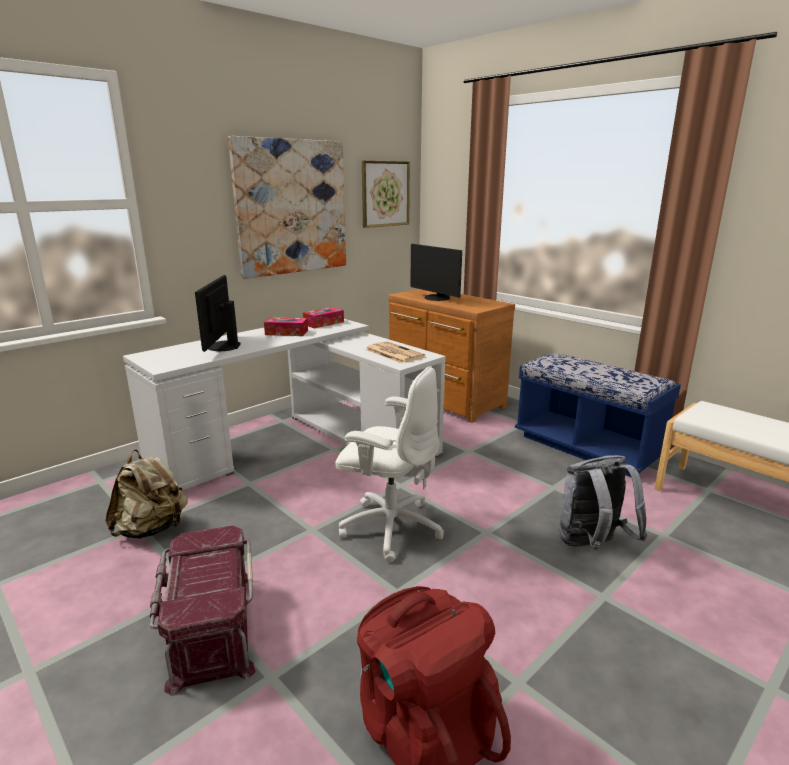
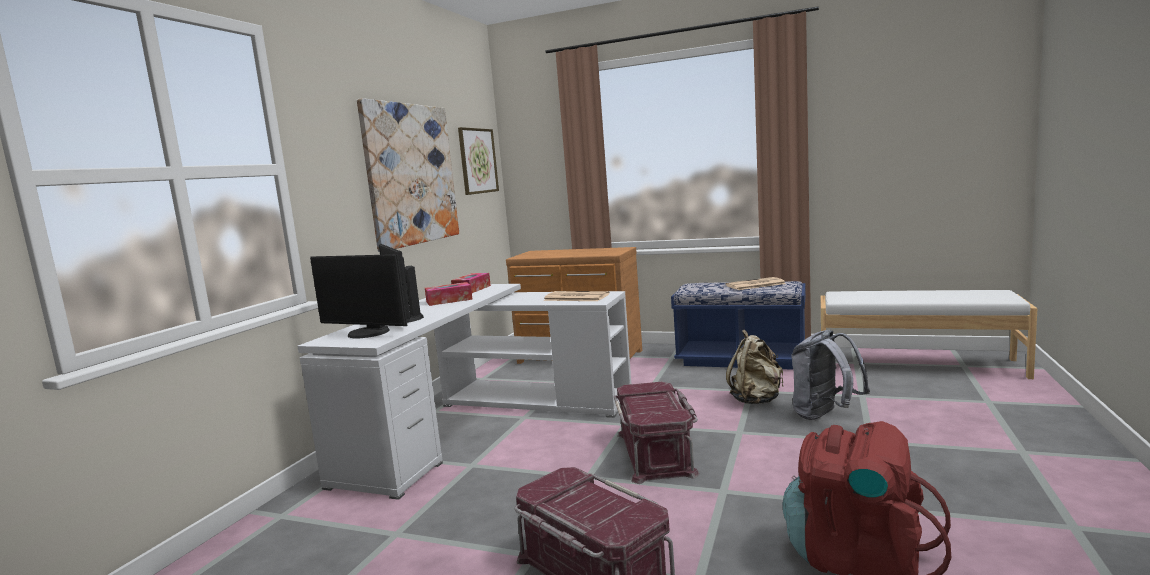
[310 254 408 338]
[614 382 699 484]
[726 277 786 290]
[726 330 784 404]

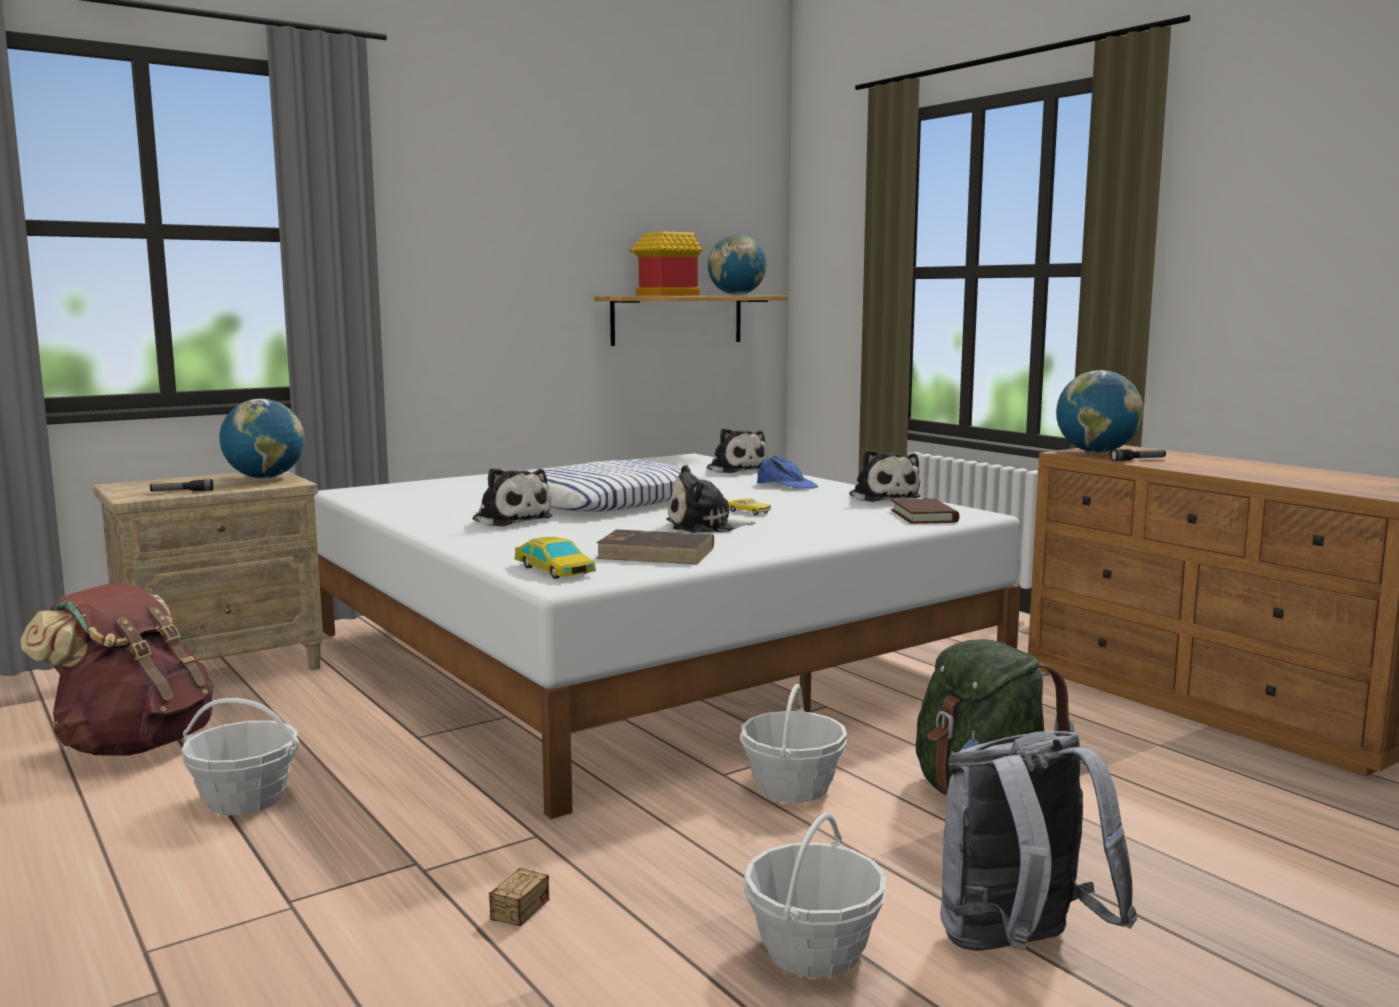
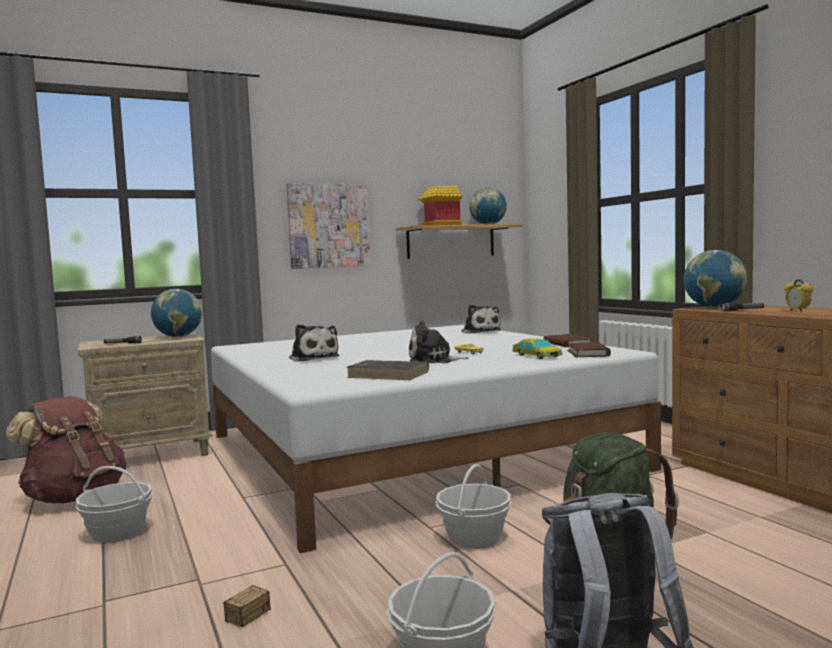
[287 183 371 269]
[512 338 563 359]
[544 334 592 347]
[784 279 813 312]
[544 460 700 512] (first image)
[757 456 819 488] (first image)

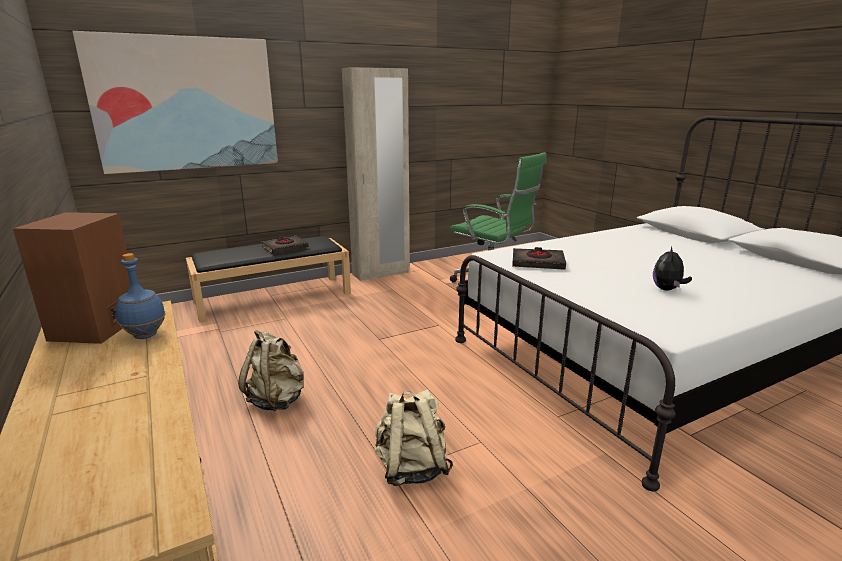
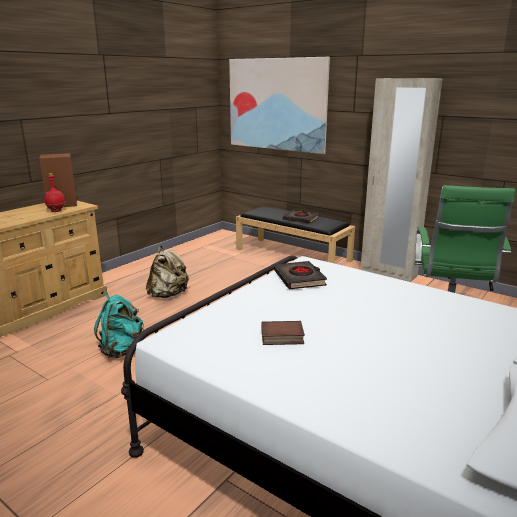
[44 173 65 212]
[94 293 144 358]
[261 321 305 345]

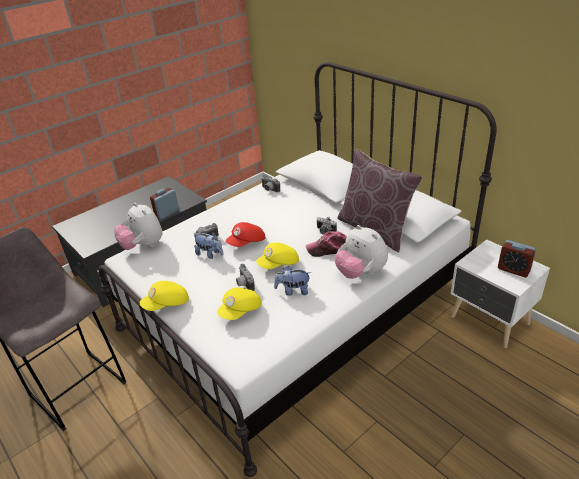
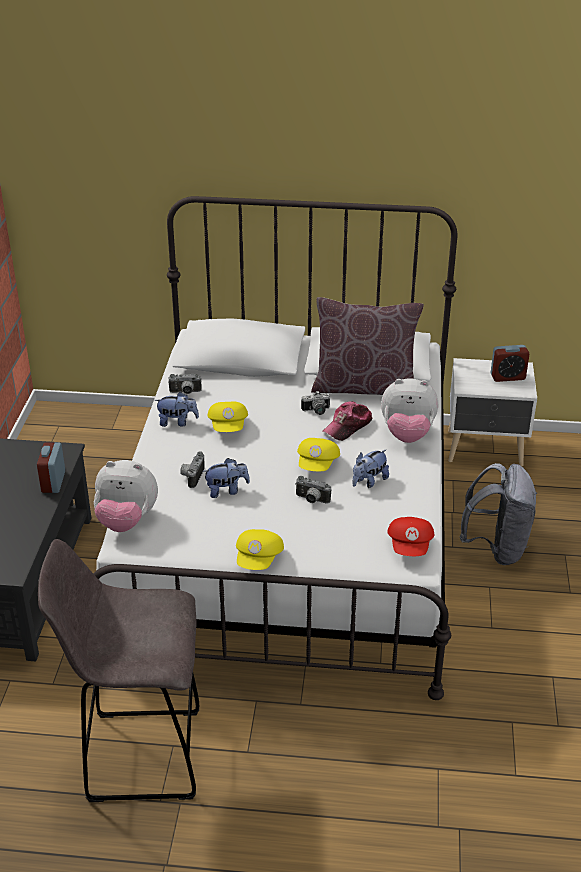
[154 392 199 427]
[207 402 248 432]
[387 517 434 556]
[460 463 538 565]

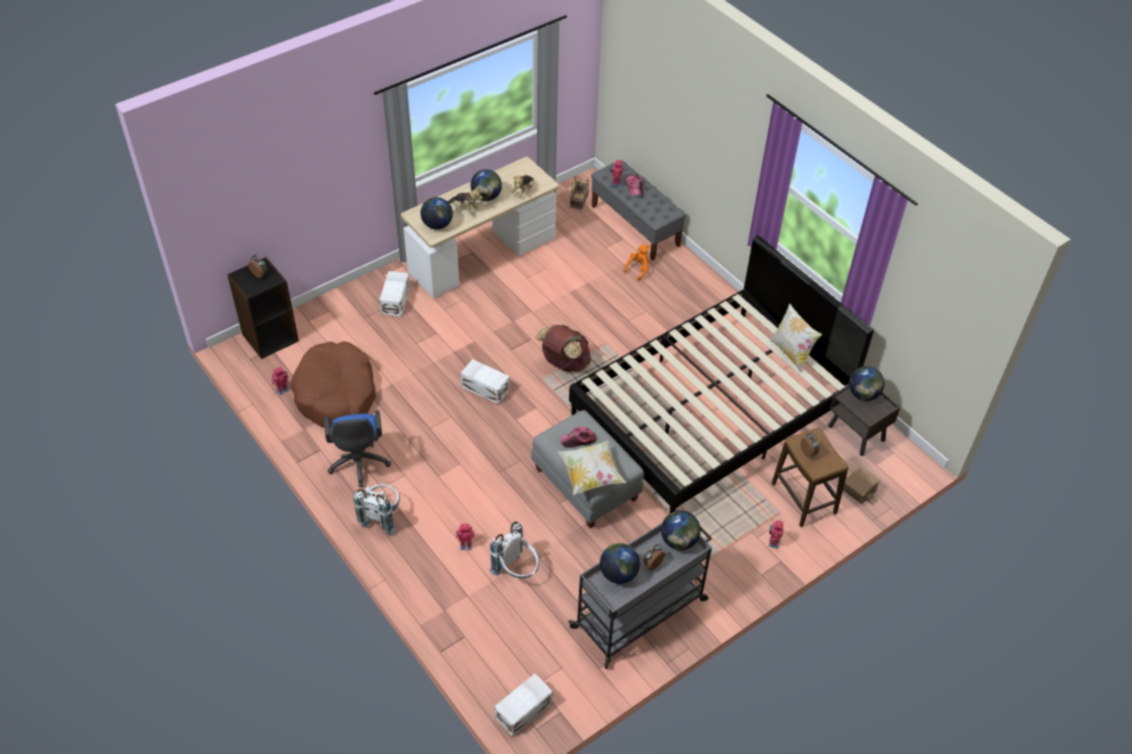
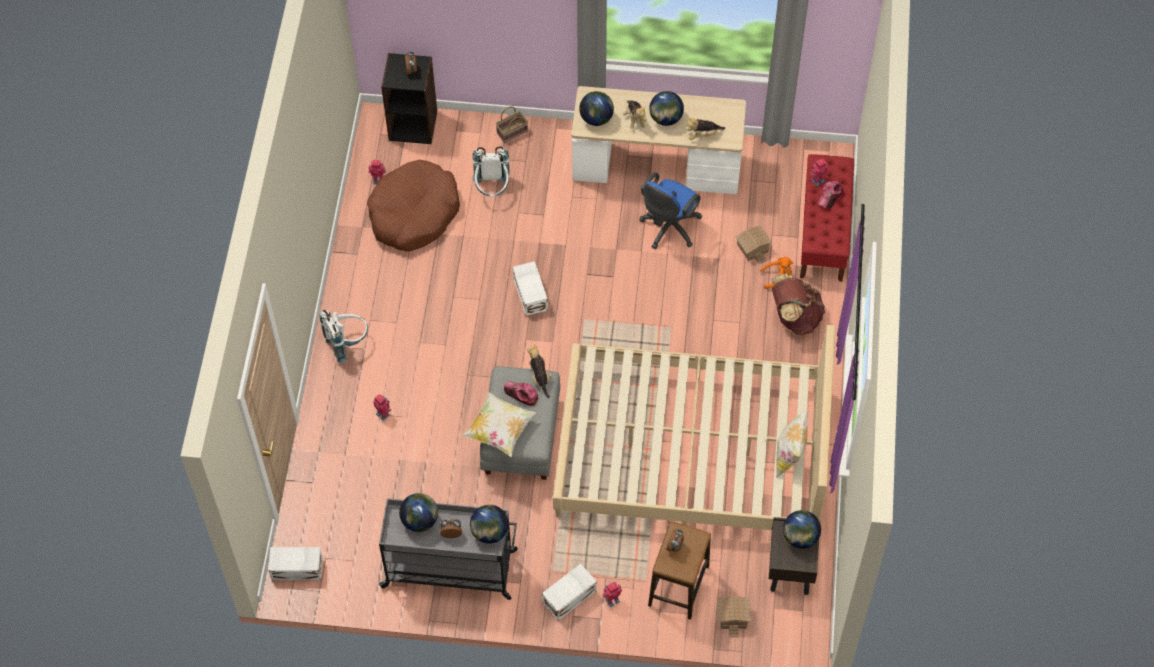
[472 146 510 196]
[496 106 528 143]
[527 344 552 398]
[542 564 597 621]
[553 325 835 530]
[639 172 702 249]
[735 225 772 264]
[771 274 825 335]
[800 154 854 282]

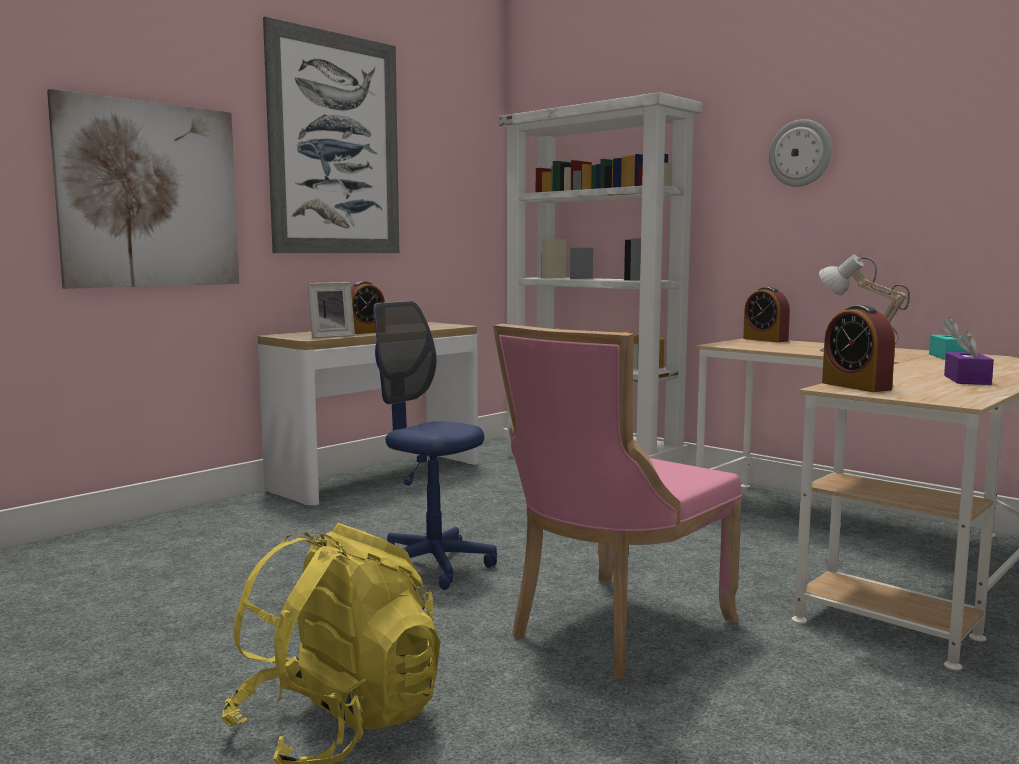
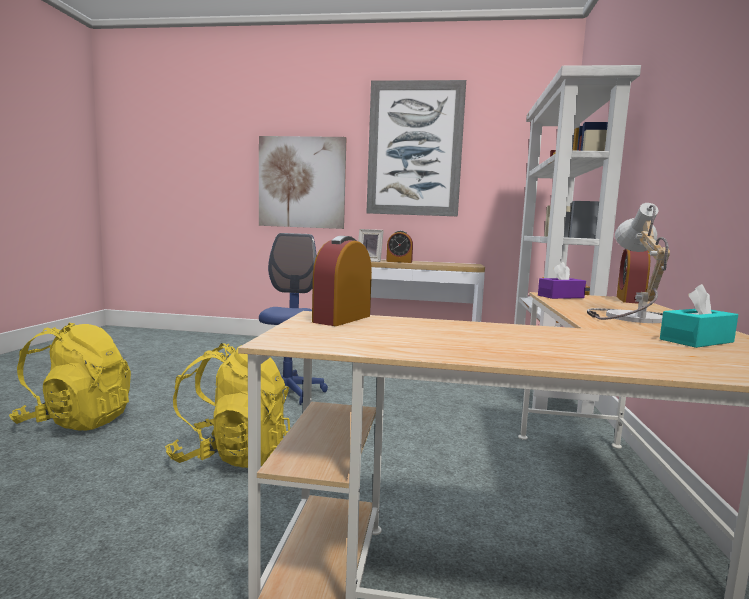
[165 343 290 468]
[538 262 586 299]
[769 119 832 187] (first image)

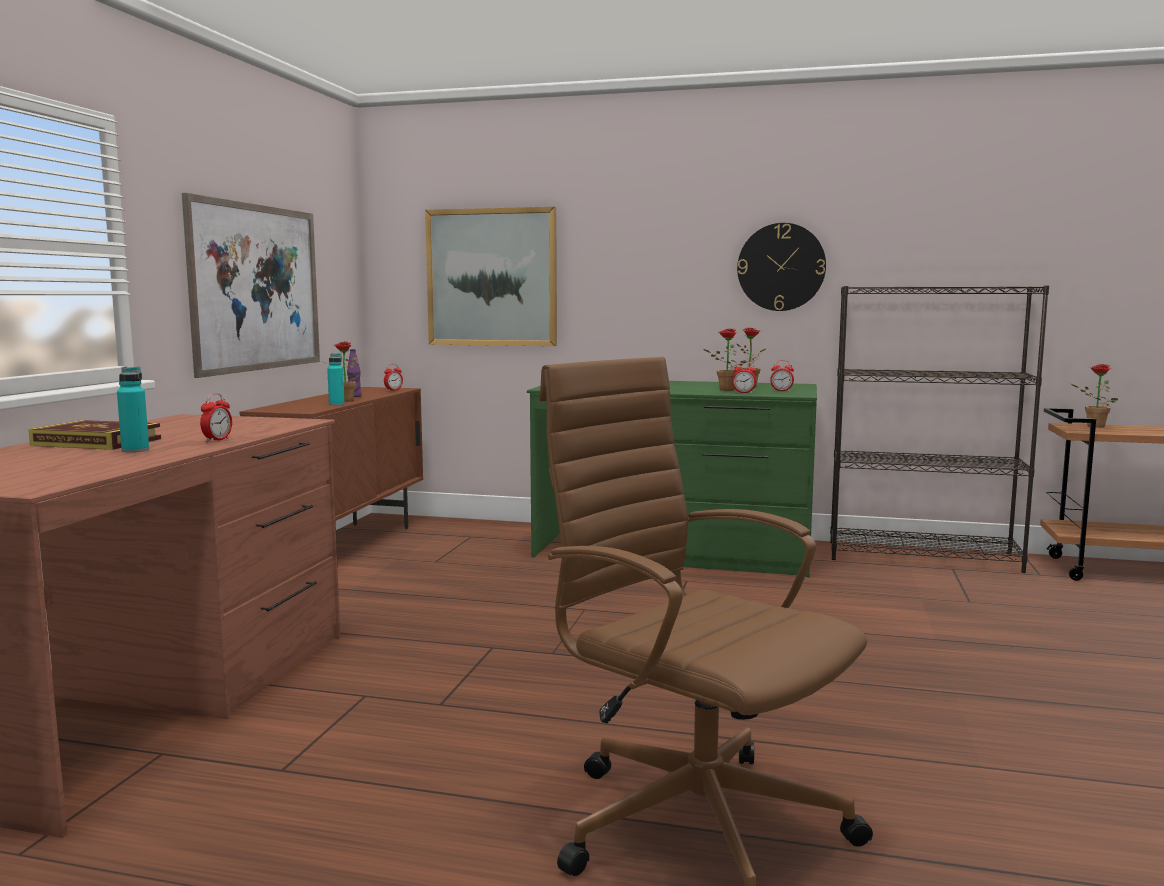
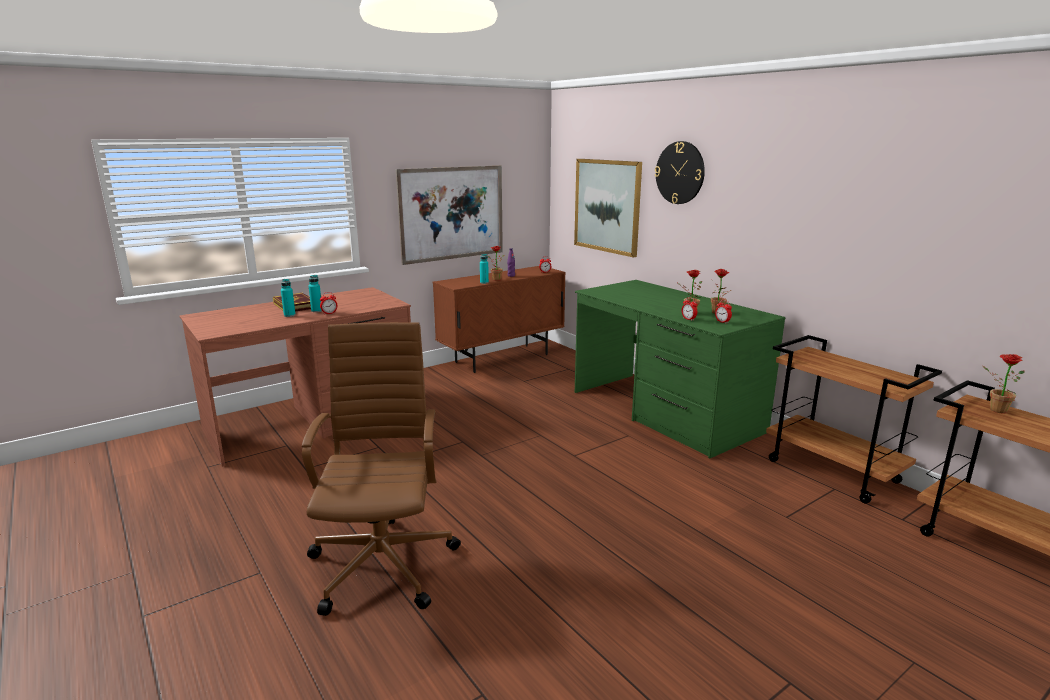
[308 275 322 312]
[655 141 705 204]
[766 335 942 503]

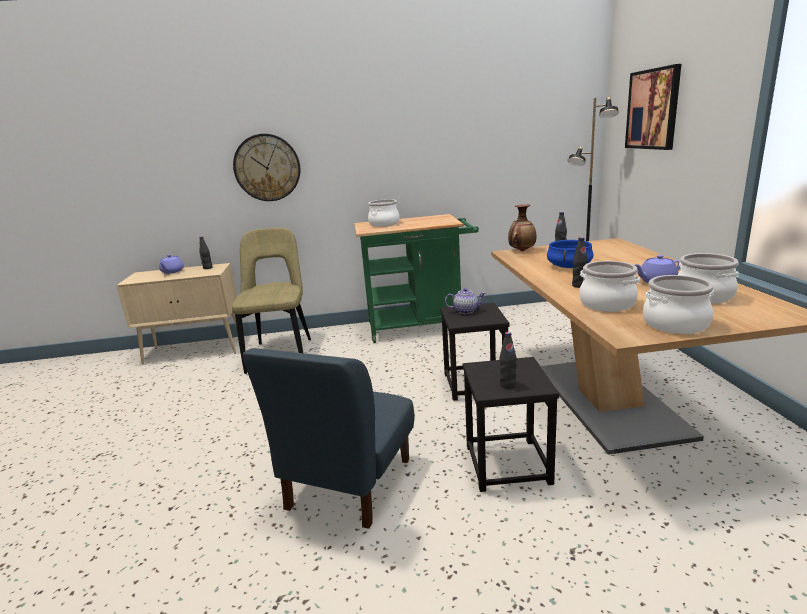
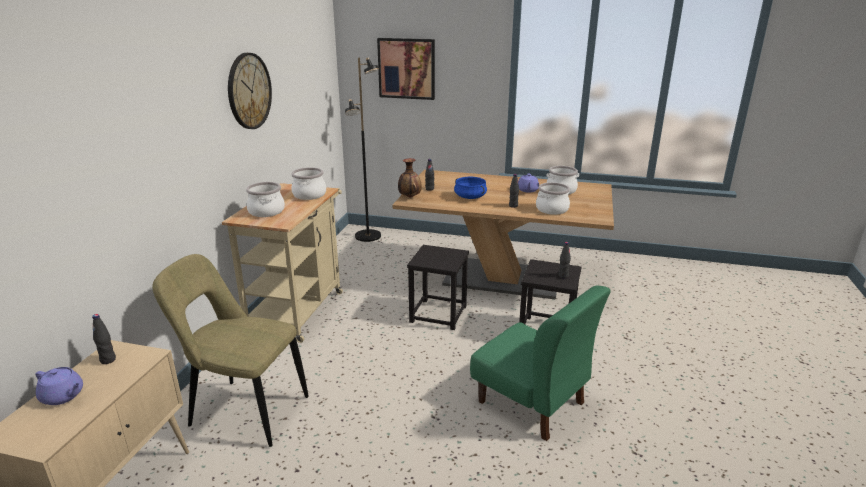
[222 183 343 343]
[228 53 272 129]
[291 167 326 200]
[470 286 611 441]
[445 288 486 314] (first image)

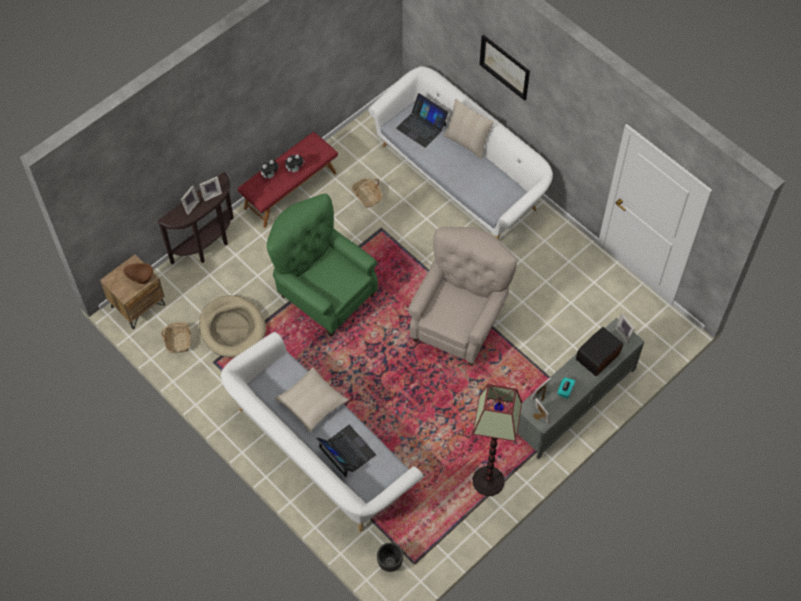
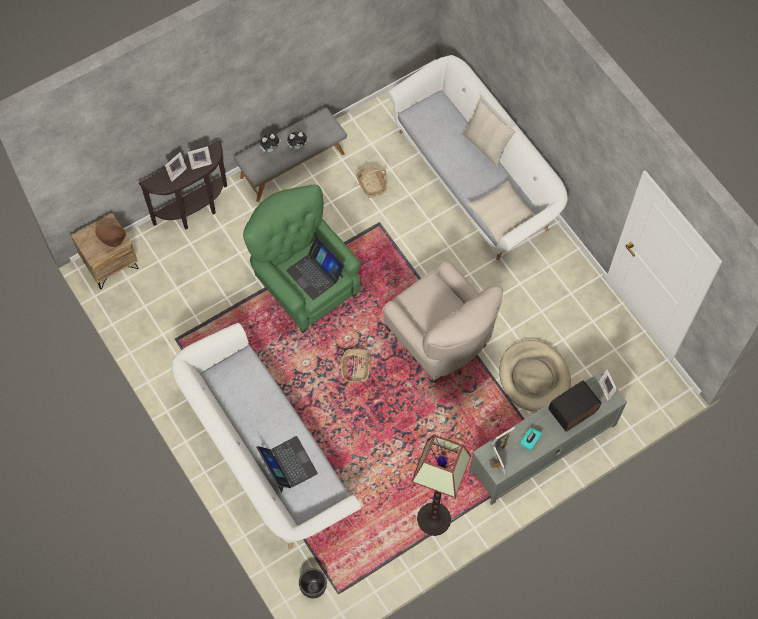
[234 107 347 202]
[286 236 345 300]
[340 349 370 382]
[383 261 503 383]
[467 180 536 243]
[499 340 571 411]
[479 35 530 101] (first image)

